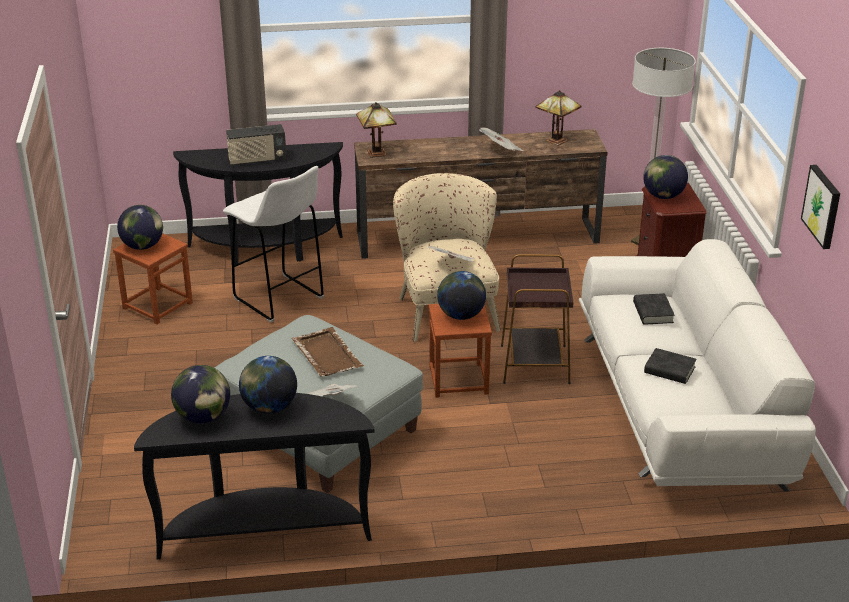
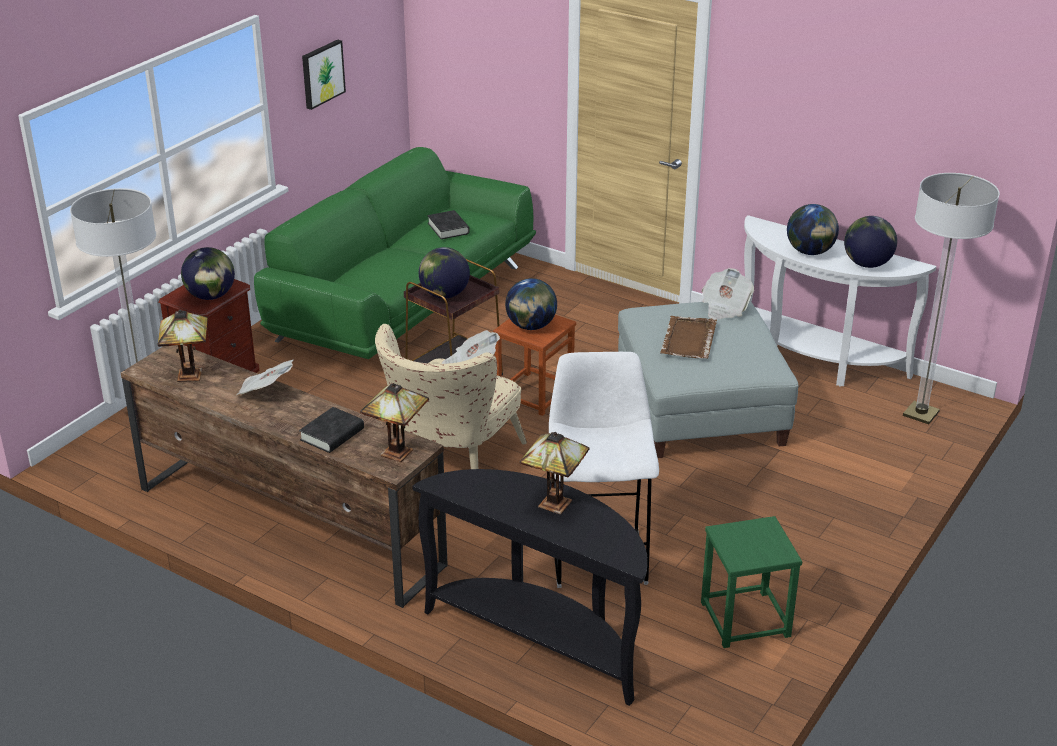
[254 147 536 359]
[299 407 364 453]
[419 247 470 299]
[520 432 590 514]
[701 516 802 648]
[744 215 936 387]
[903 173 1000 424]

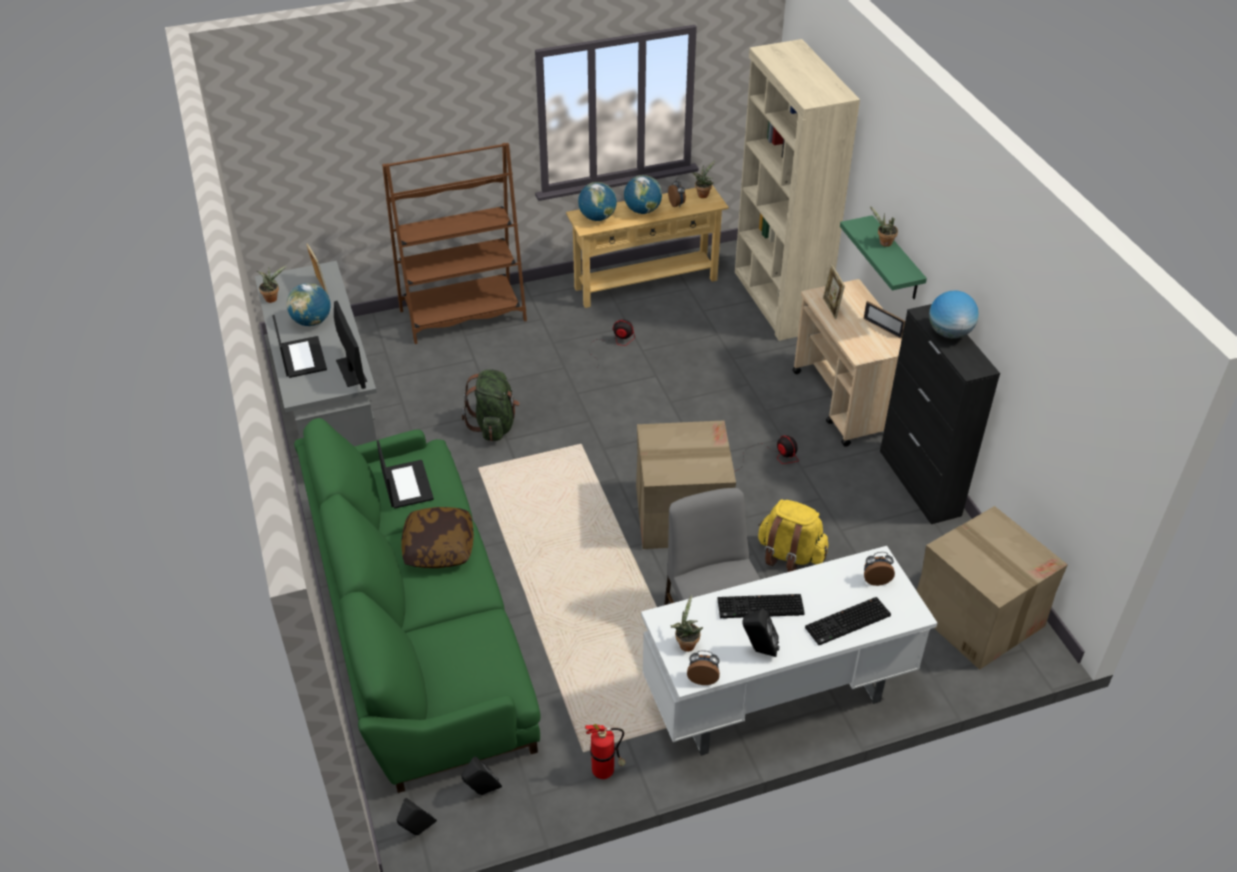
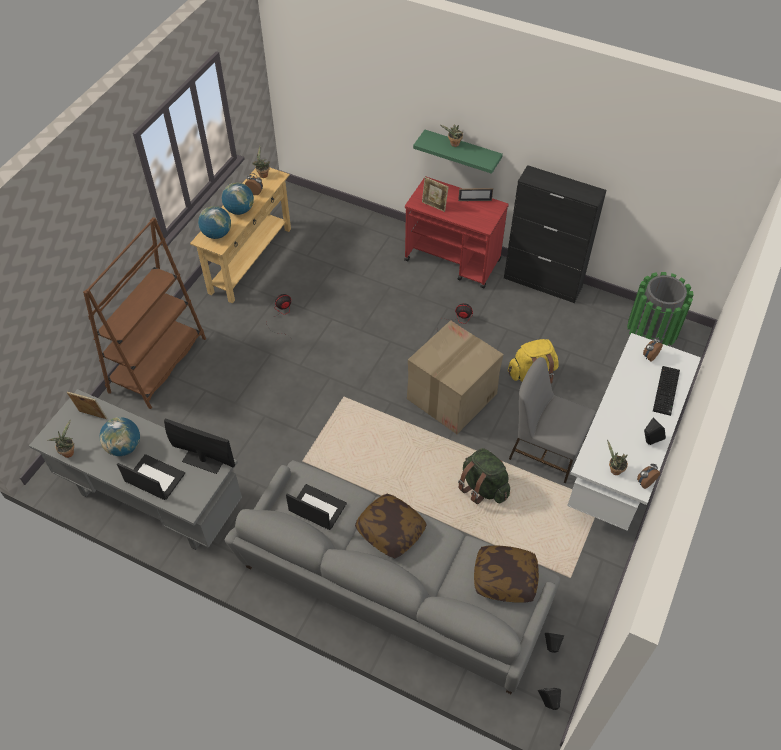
[225 460 560 694]
[404 177 509 288]
[458 448 510 504]
[474 545 539 602]
[627 272 694 346]
[585 724 626 779] (first image)
[717 594 805 619] (first image)
[735 39 860 341] (first image)
[929 290 979 339] (first image)

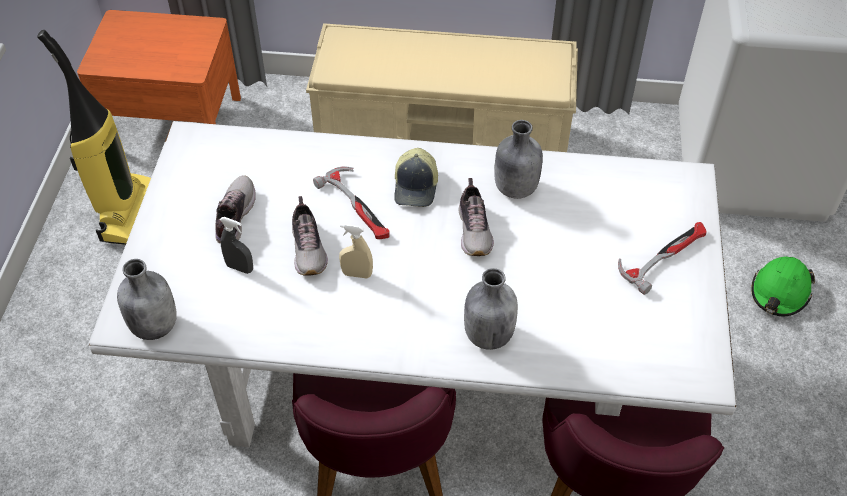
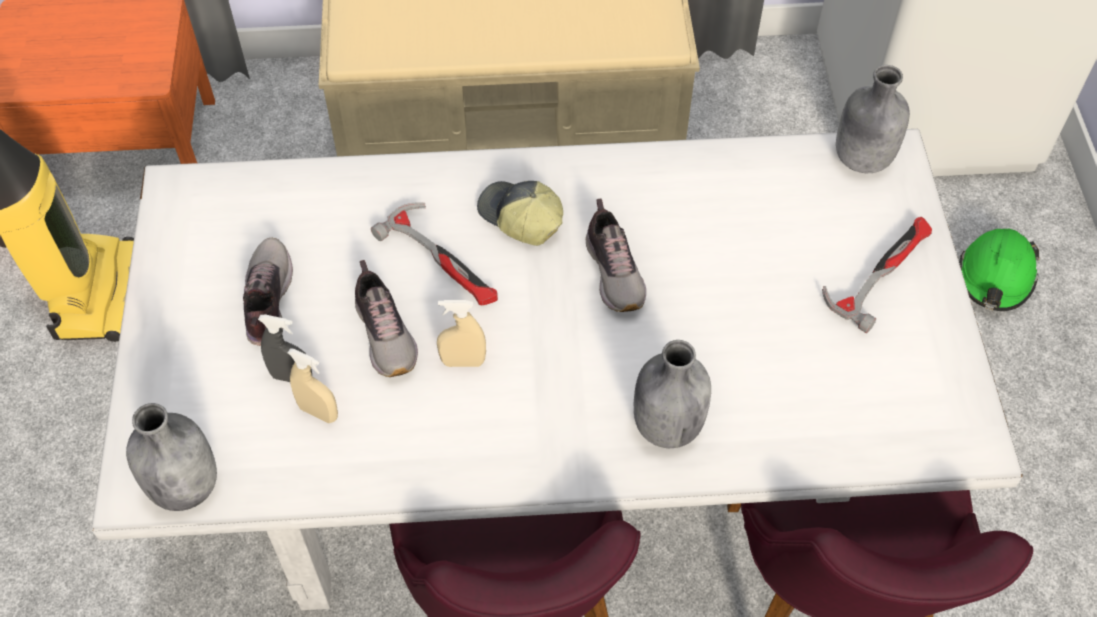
[287 348 338 423]
[477 181 563 246]
[836 65 910 173]

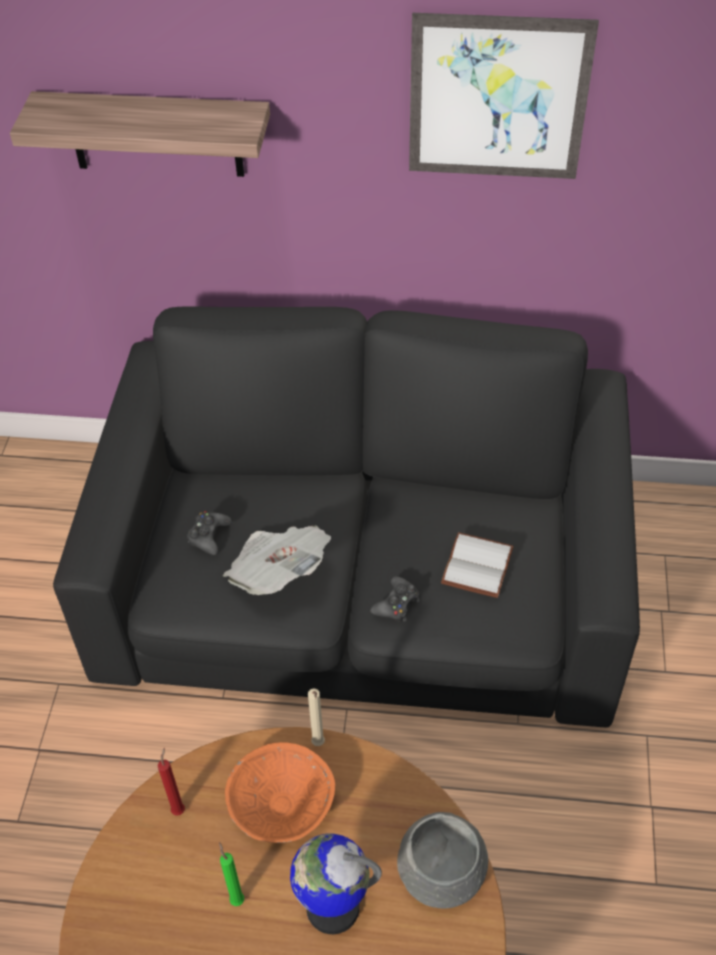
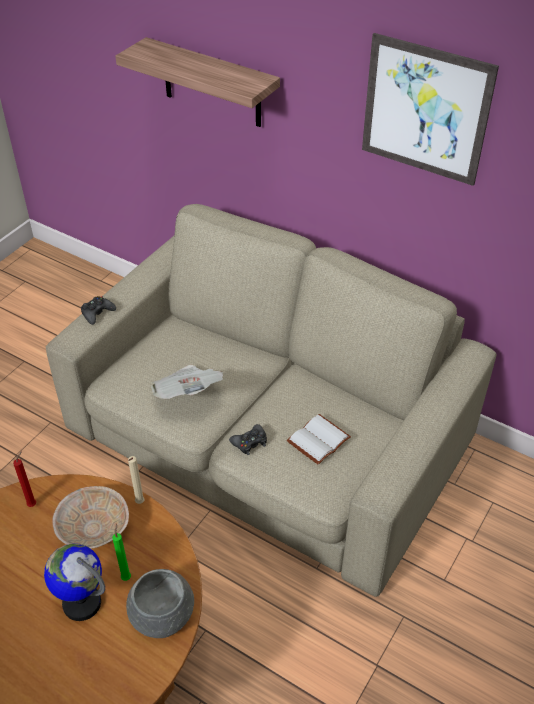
[46 204 496 597]
[52 486 129 549]
[81 296 116 325]
[112 524 131 581]

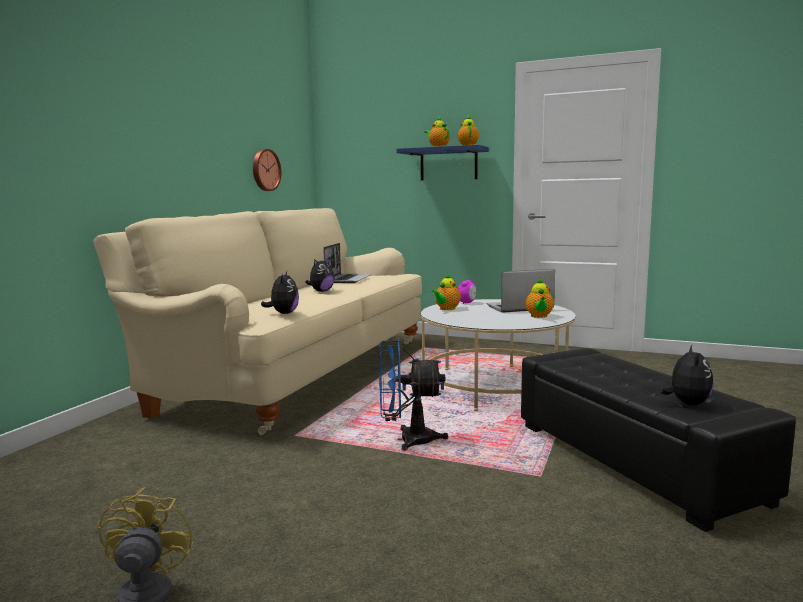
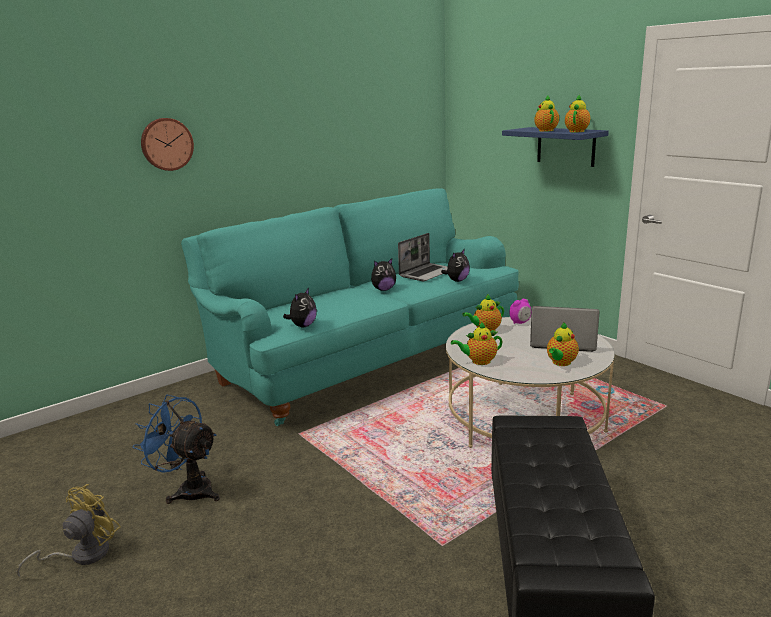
[133 395 220 504]
[141 118 194 171]
[181 188 519 426]
[441 249 470 282]
[451 322 502 365]

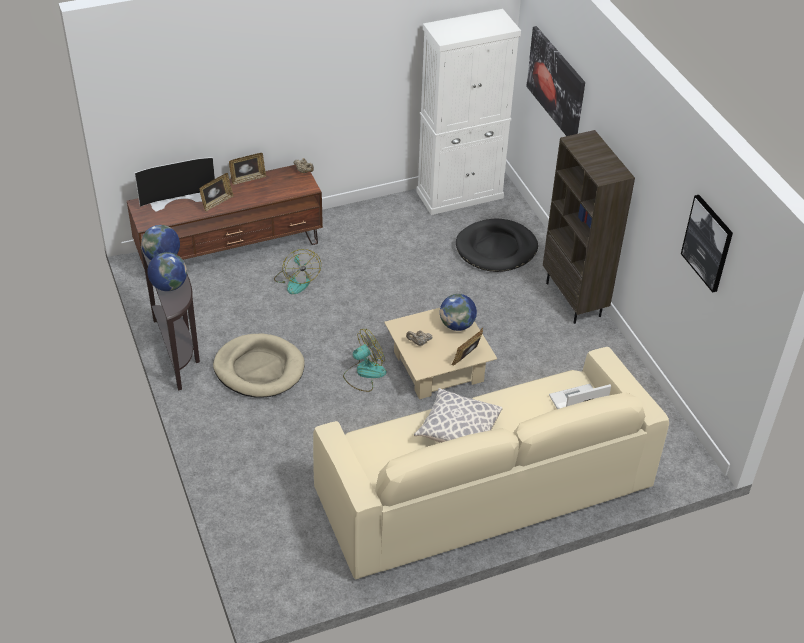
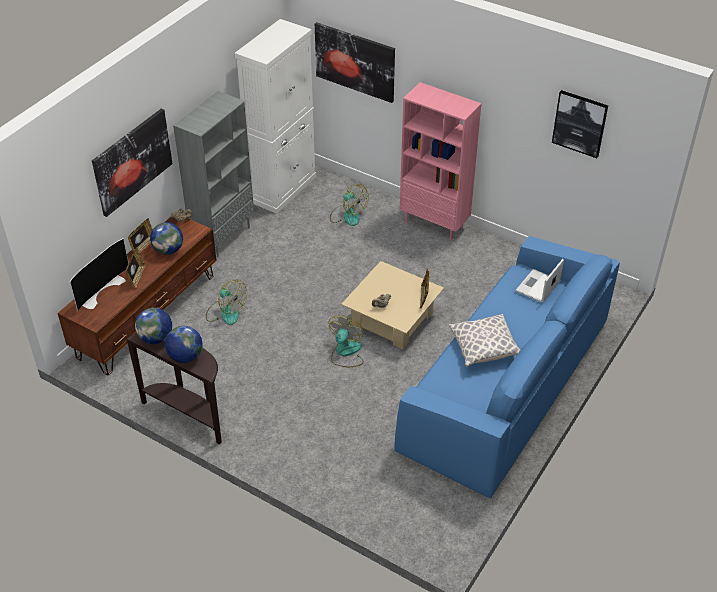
[92 108 172 217]
[150 222 183 255]
[173 91 254 257]
[330 184 369 226]
[394 236 620 498]
[400 82 481 241]
[213 334 305 398] (first image)

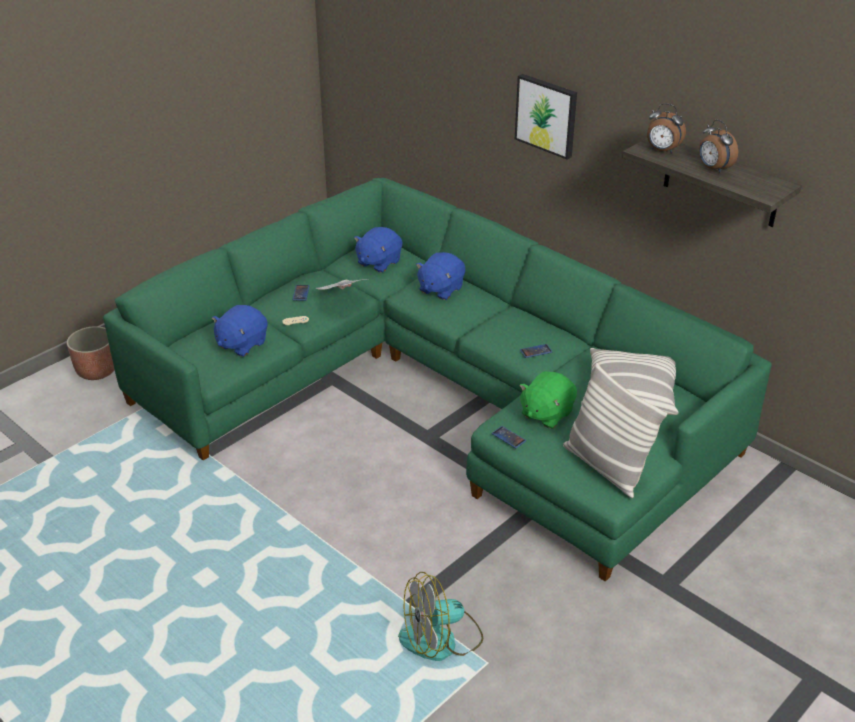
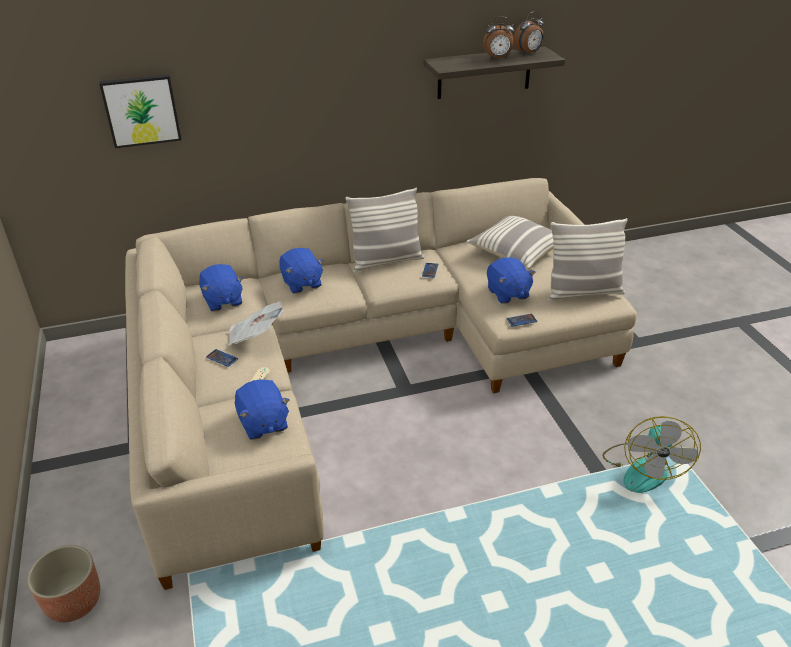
[99 74 182 148]
[125 178 637 590]
[346 188 424 272]
[487 257 536 304]
[513 12 544 55]

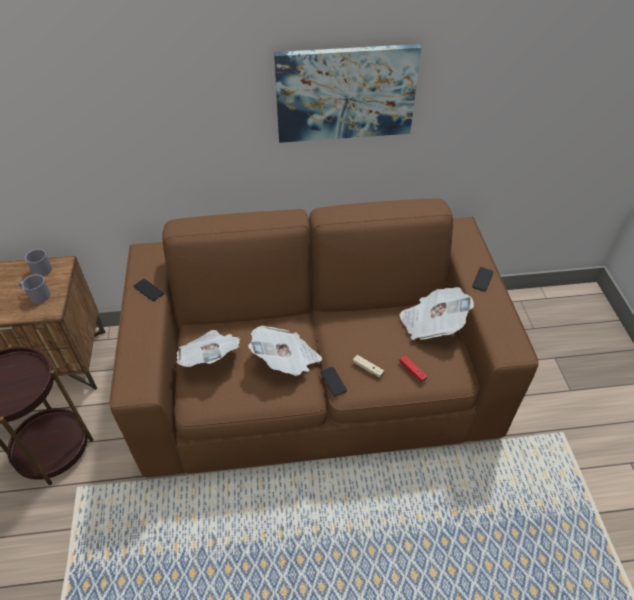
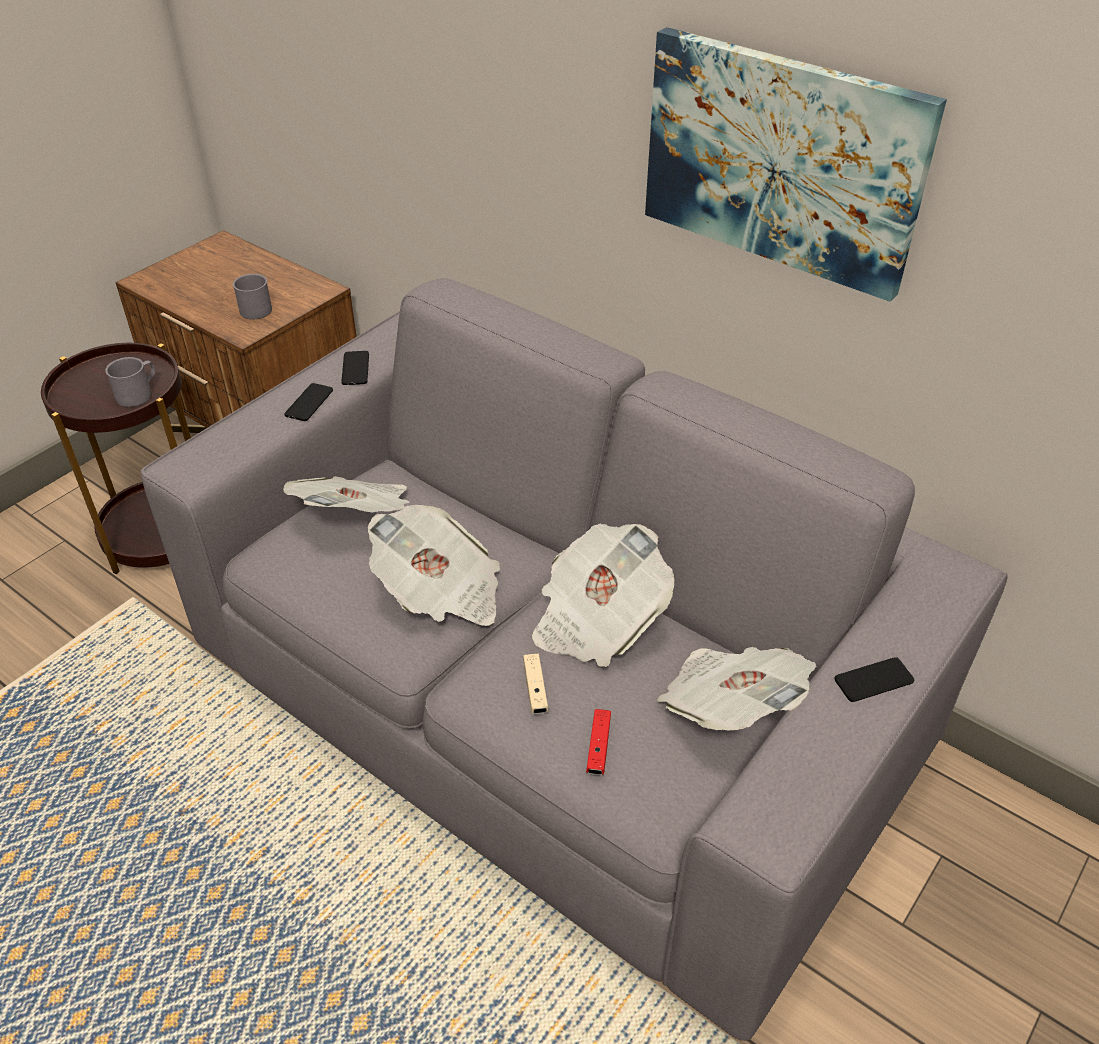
[105 357 155 407]
[140 278 1008 1041]
[284 383 333 421]
[532 524 674 667]

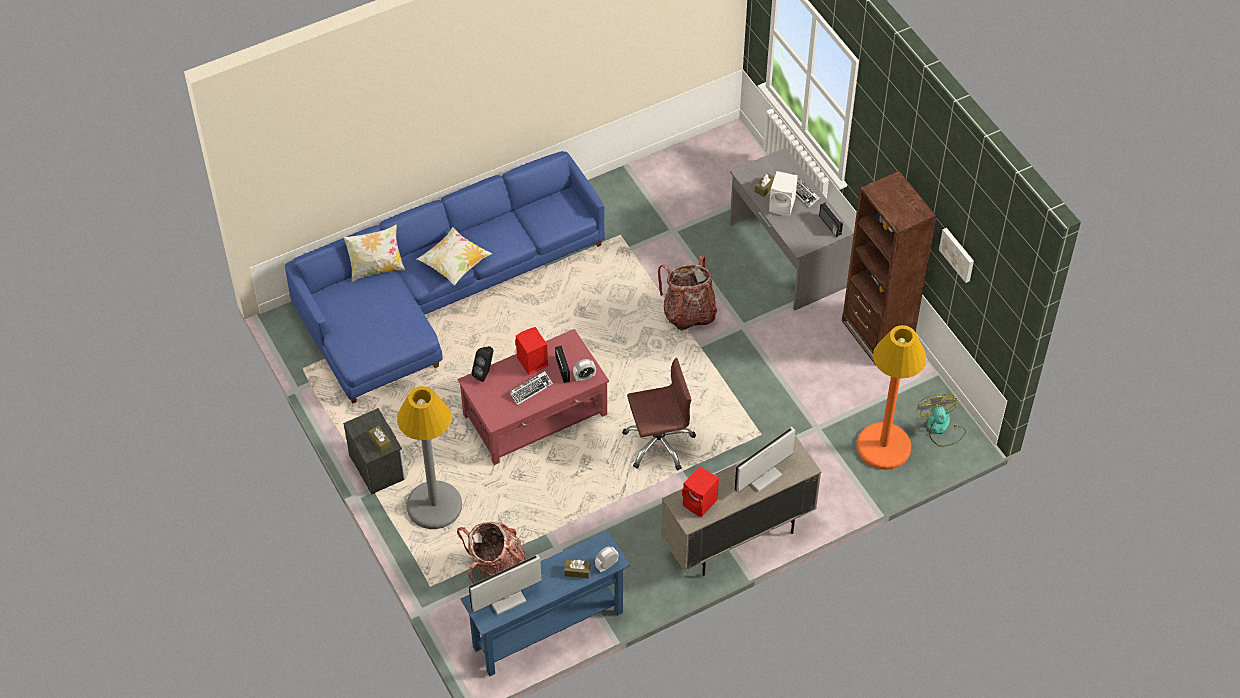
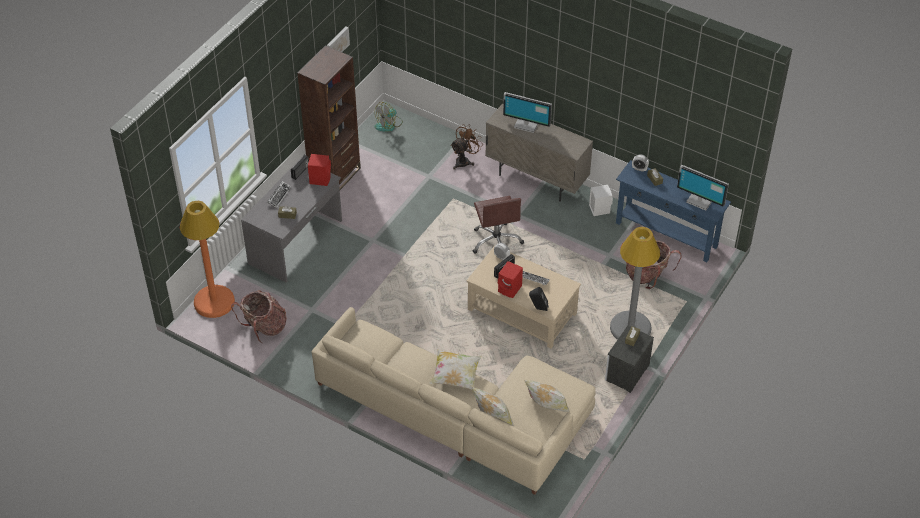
[180 201 235 318]
[231 290 286 343]
[308 154 331 186]
[312 307 595 495]
[451 124 483 170]
[466 245 581 348]
[473 196 524 254]
[525 380 570 412]
[589 185 613 216]

